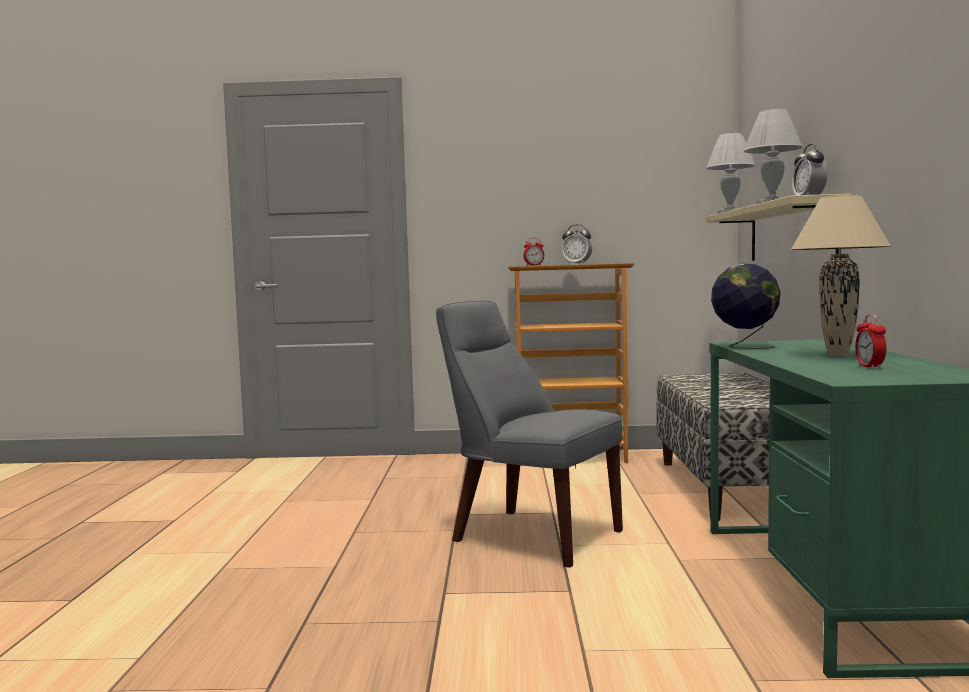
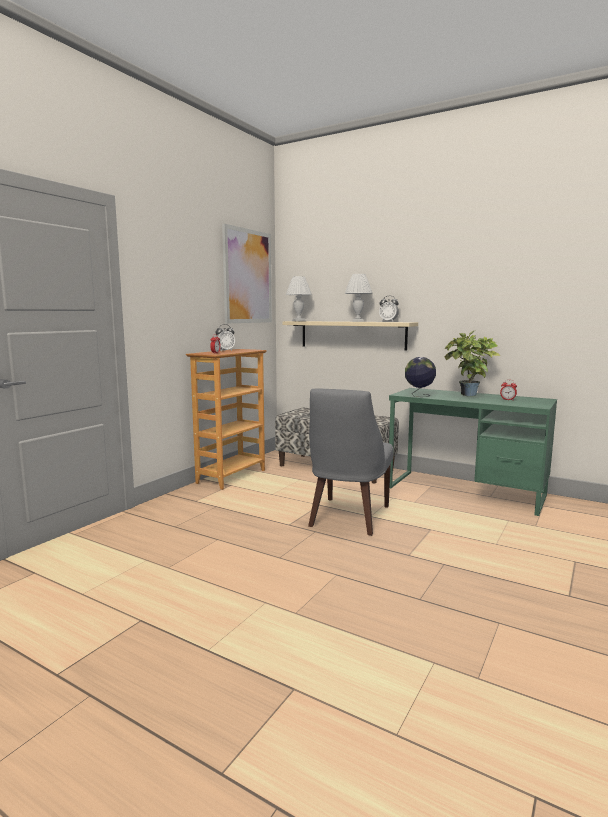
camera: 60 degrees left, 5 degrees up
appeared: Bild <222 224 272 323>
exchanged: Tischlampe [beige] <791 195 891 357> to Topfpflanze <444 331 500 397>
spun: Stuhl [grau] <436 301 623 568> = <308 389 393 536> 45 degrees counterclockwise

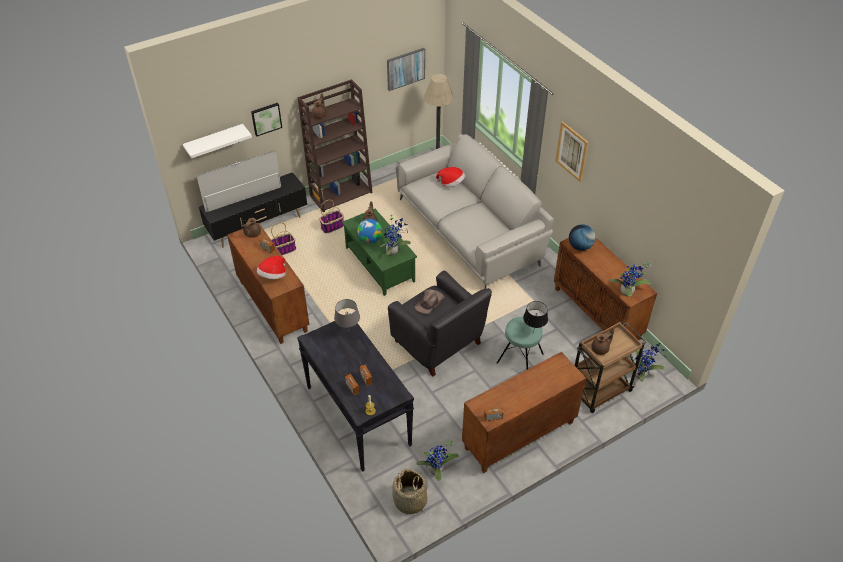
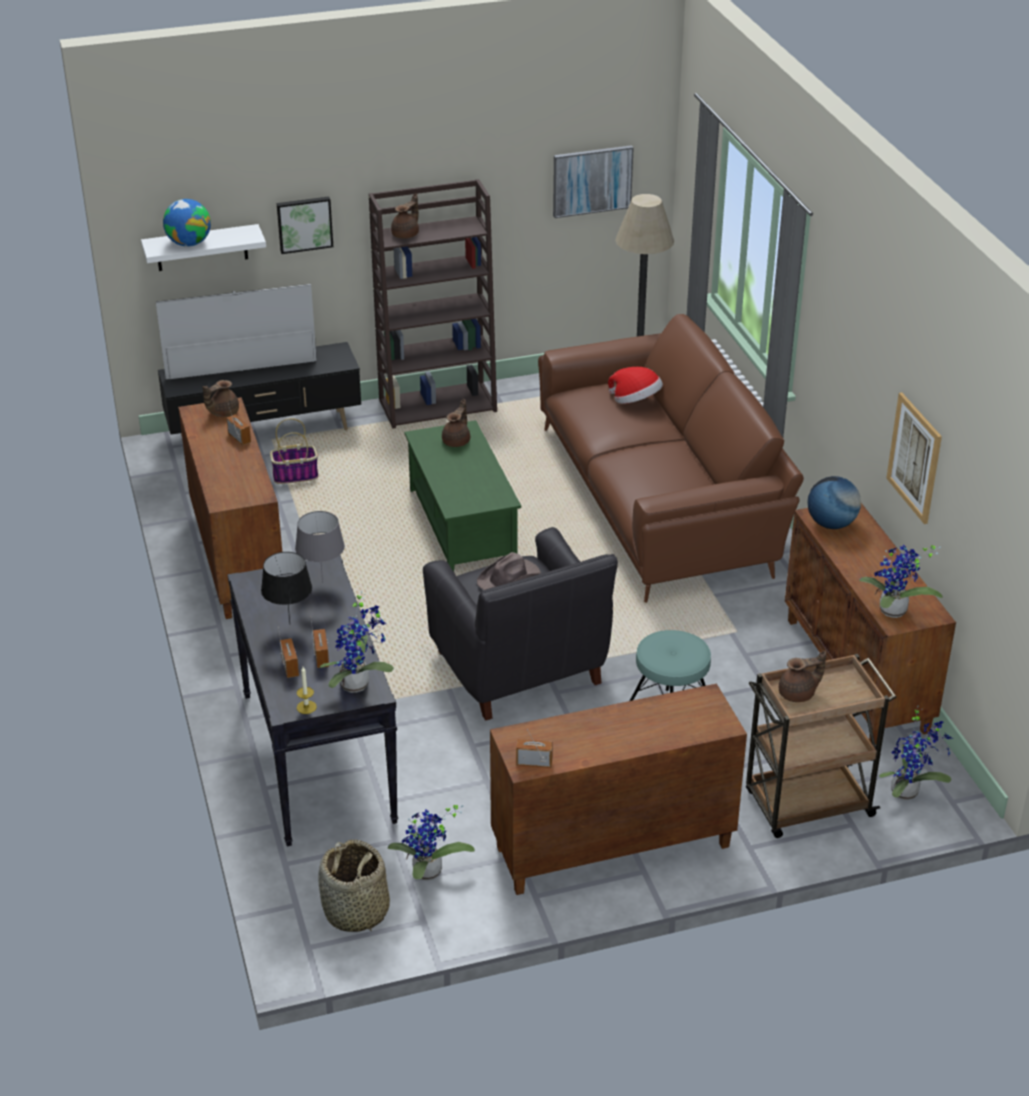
camera: 15 degrees right, 10 degrees down
missing: Hut <257 256 286 279>; Korb <319 200 344 234>
relocated: Globus <357 219 382 244> to <163 199 211 247>; Topfpflanze <380 213 411 255> to <320 591 394 693>; Tischlampe [schwarz] <523 301 548 333> to <261 552 312 623>; Bild <556 121 589 182> to <886 392 942 524>
colour: Sofa [grau] <396 134 554 289> to Sofa [braun] <538 314 804 603>

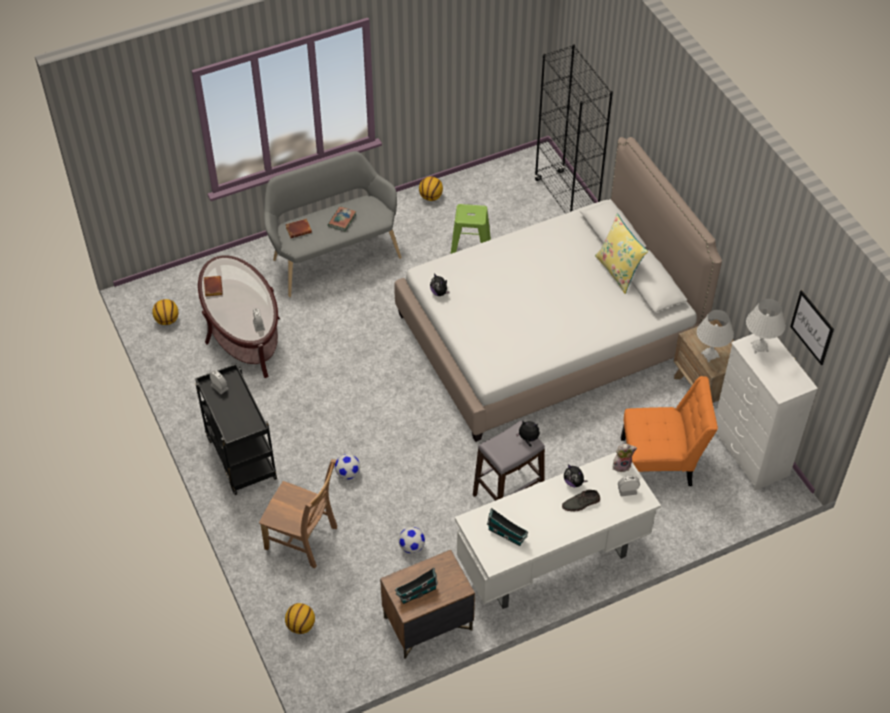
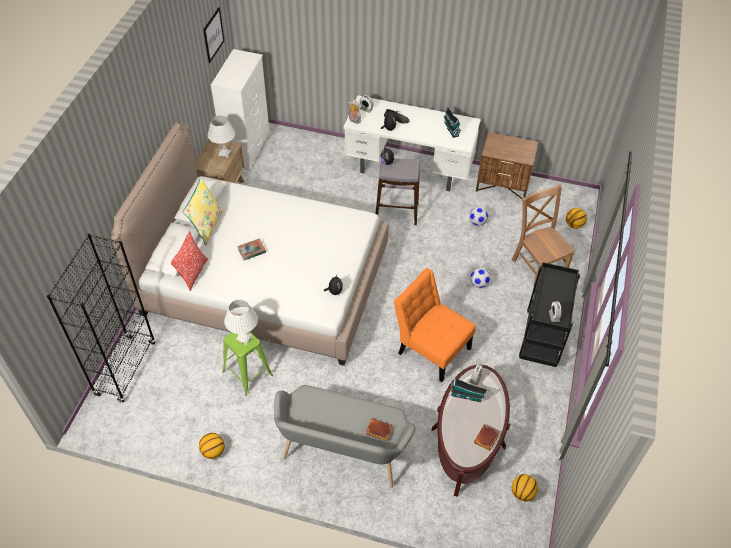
camera: 140 degrees left, 0 degrees up
appeared: Kissen <171 231 208 291>
relocated: Buch <328 206 357 231> to <237 239 266 260>; Spielzeughaus <395 568 438 604> to <451 378 489 402>; Stuhl [orange] <621 376 718 486> to <394 268 476 382>; Tischlampe [weiß] <746 299 786 354> to <224 300 258 345>

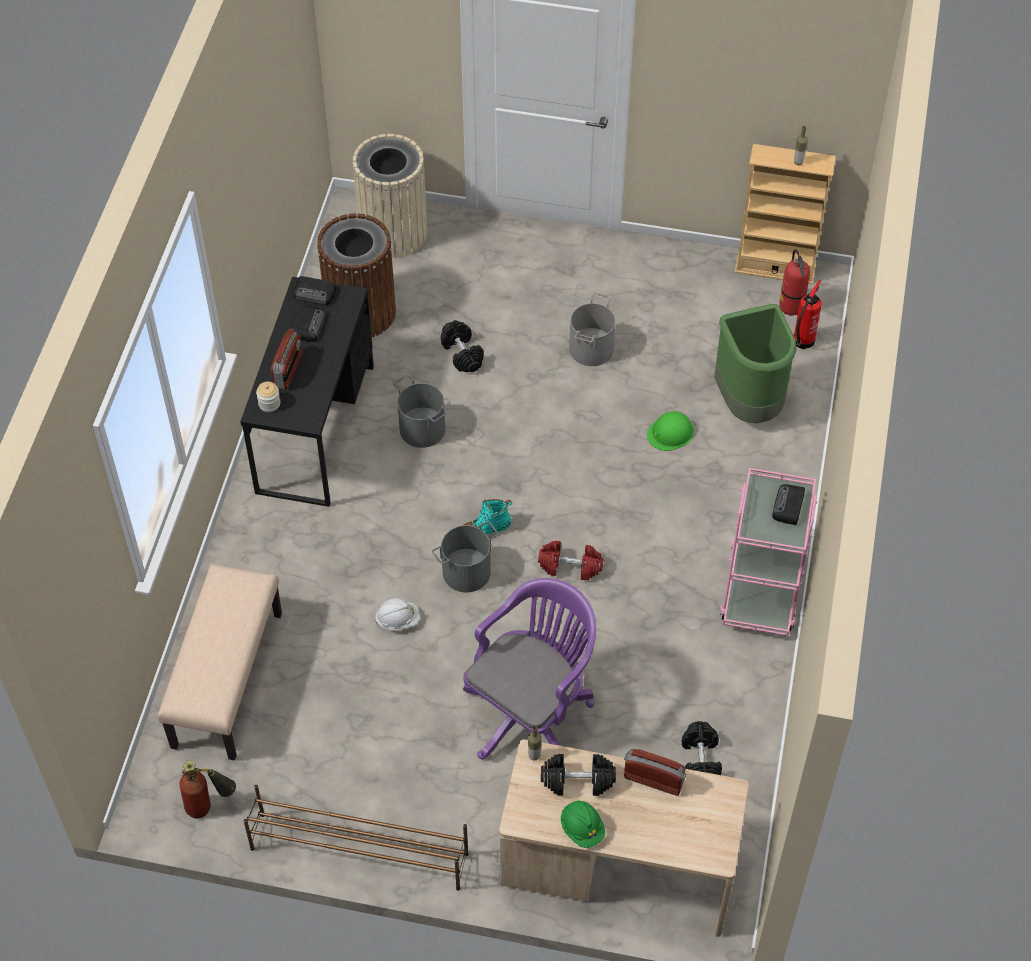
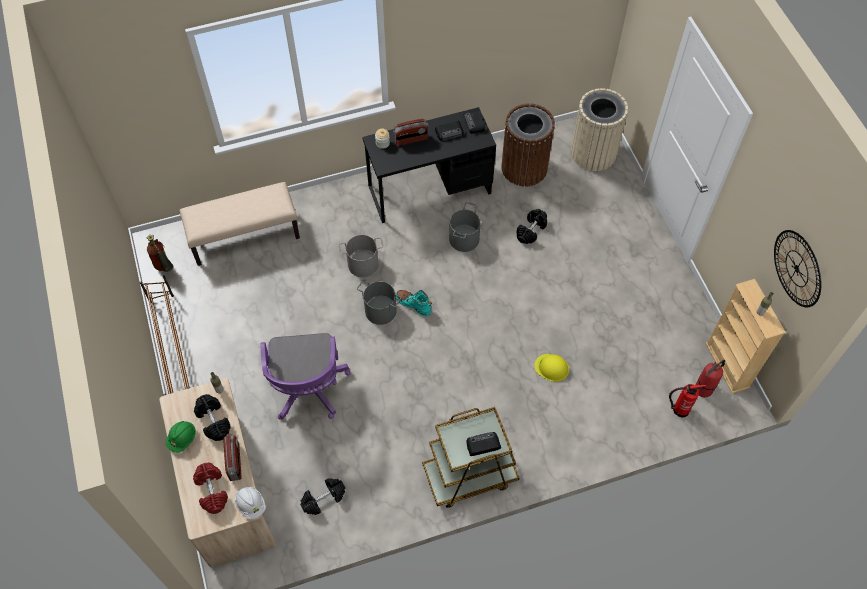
camera: 60 degrees right, 5 degrees up
missing: Mülleimer [grün] <714 304 797 423>
appeared: Wanduhr <774 230 821 307>
relocated: Schutzhelm [weiß] <375 598 419 630> to <235 487 266 519>; Hantel [rot] <538 540 603 580> to <193 463 228 514>; Eimer [grau] <569 293 616 366> to <339 235 383 277>
colour: Schutzhelm [grün] <647 411 694 451> to Schutzhelm [gelb] <535 354 569 382>; Rollwagen [rosa] <720 468 818 636> to Rollwagen [braun] <422 407 519 508>
spun: Bürostuhl [lila] <463 578 596 759> = <261 333 350 420> 75 degrees clockwise

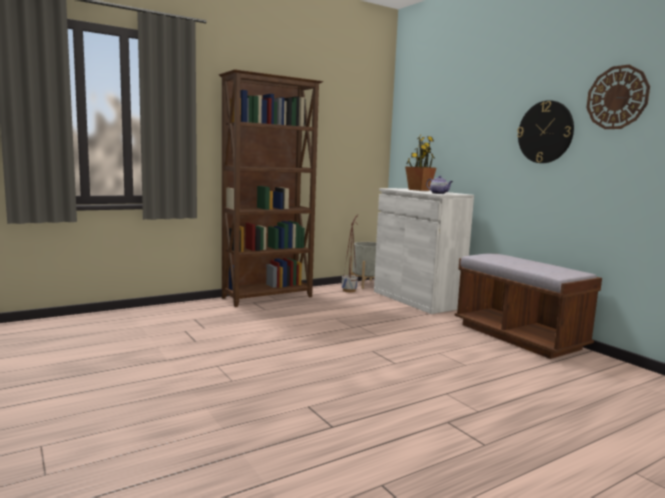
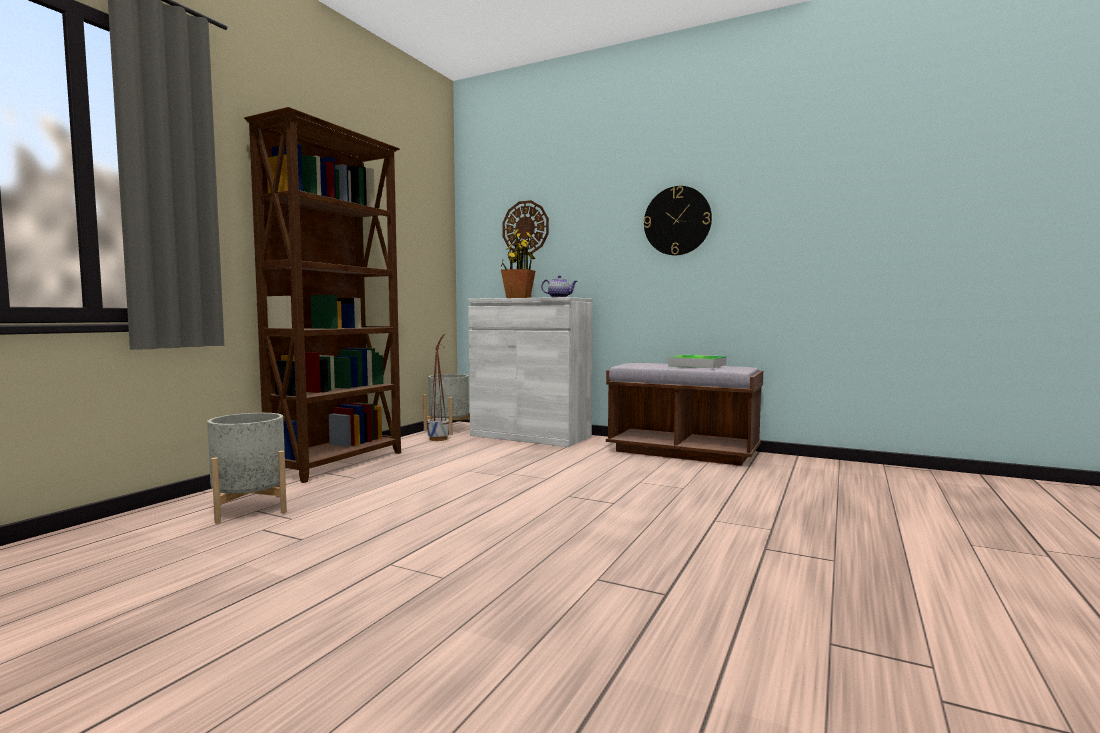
camera: 30 degrees left, 5 degrees down
appeared: Pflanzkübel [grau] <207 413 287 523>; Tablett <668 355 726 368>
relocated: Wanduhr <586 65 650 129> to <502 200 549 255>

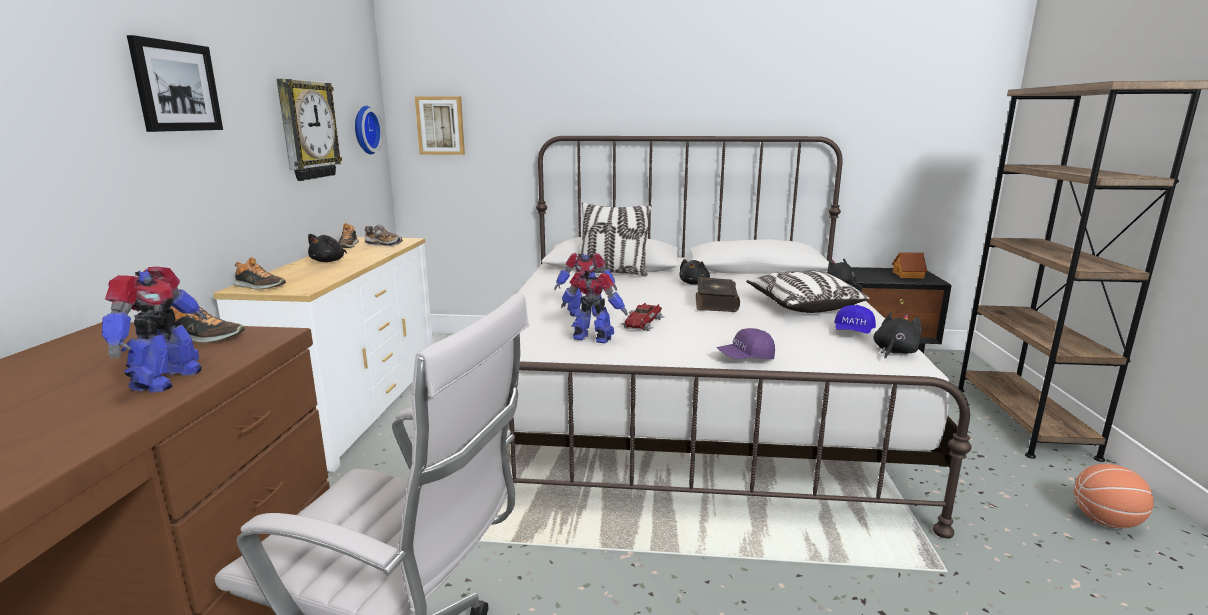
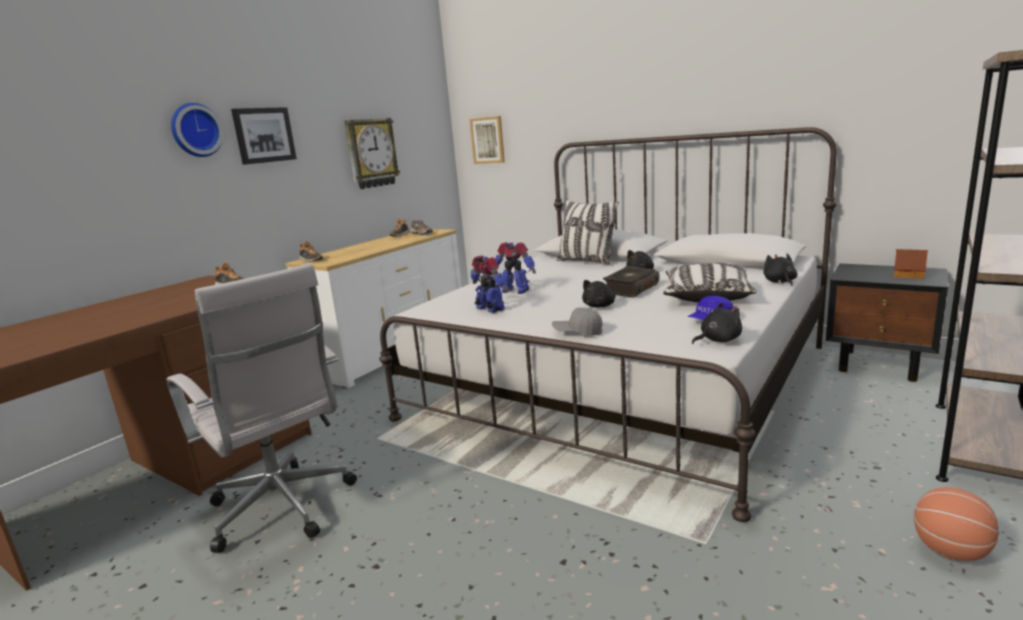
camera: 30 degrees right, 0 degrees up
missing: Spielzeugroboter <102 267 208 393>; Spielzeugauto <620 303 665 331>
relocated: Plüschtier [schwarz] <308 234 347 262> to <582 280 616 308>; Wanduhr <355 106 383 154> to <171 103 223 157>
colour: Kappe [lila] <716 328 775 359> to Kappe [grau] <552 308 603 335>

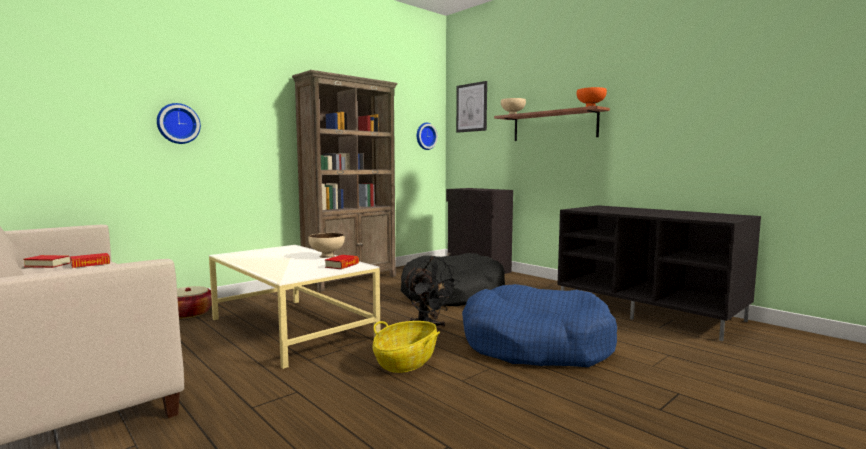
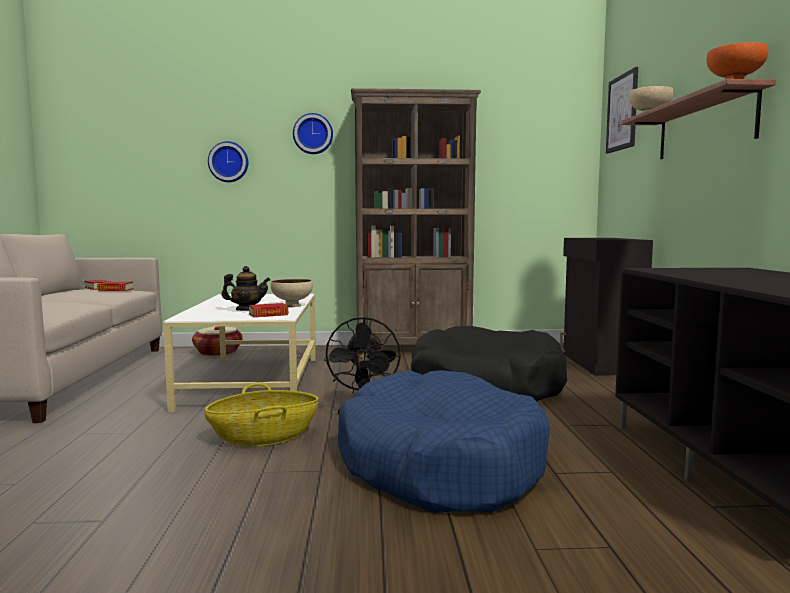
camera: 40 degrees right, 0 degrees up
appeared: Teekanne <222 266 270 311>
relocated: Wanduhr <417 123 438 150> to <293 113 333 154>

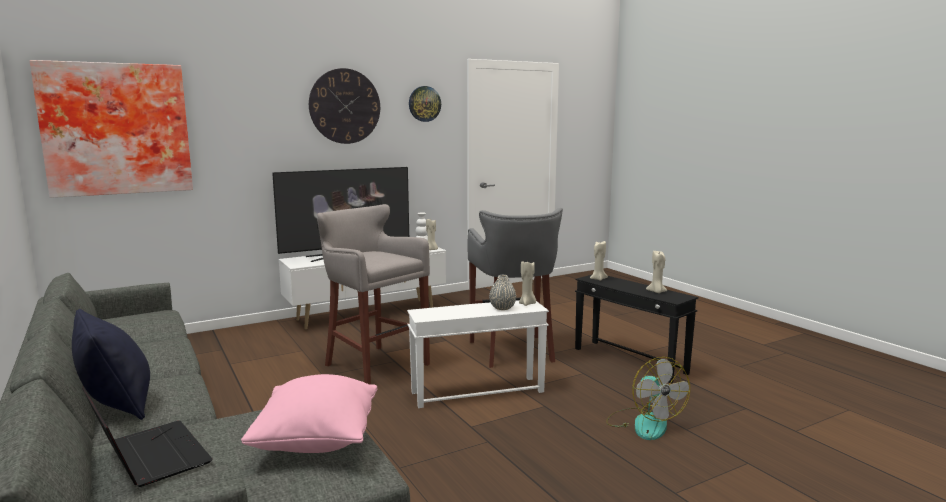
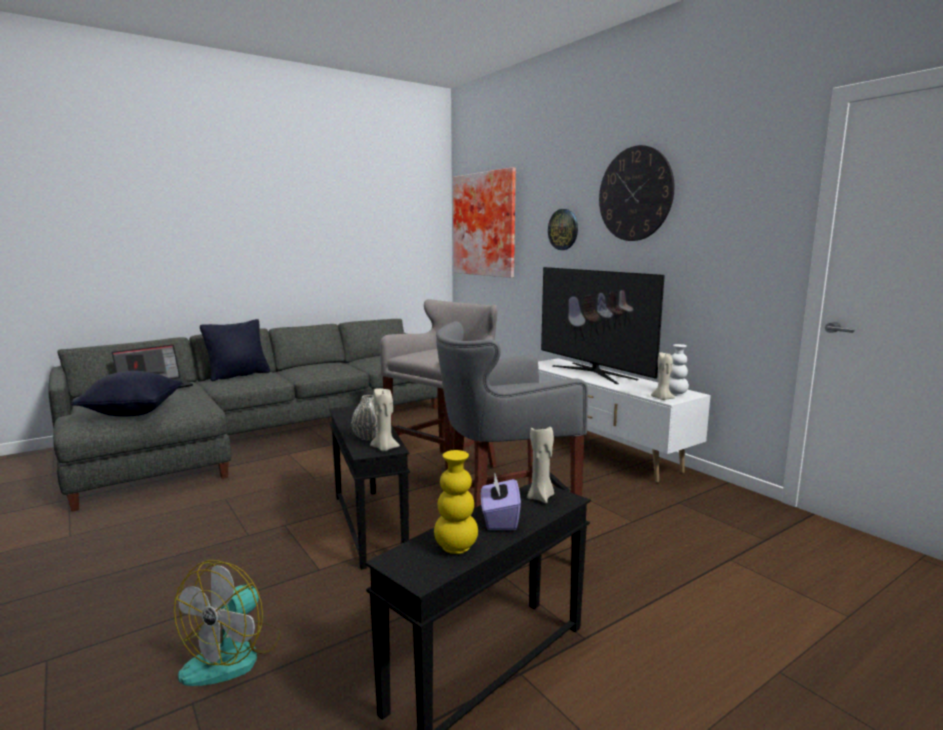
camera: 85 degrees right, 0 degrees up
appeared: Taschentuchbox [lila] <481 474 521 530>
relocated: Wanduhr <409 86 441 122> to <548 209 578 250>
exchanged: Kerze [beige] <646 250 667 293> to Vase [gelb] <434 450 478 554>
colour: Kissen [rosa] <241 374 378 453> to Kissen [schwarz] <71 371 182 417>; Beistelltisch [weiß] <407 300 549 408> to Beistelltisch [schwarz] <329 406 410 570>
spun: Ventilator <606 357 690 440> = <174 560 281 686> 45 degrees counterclockwise

